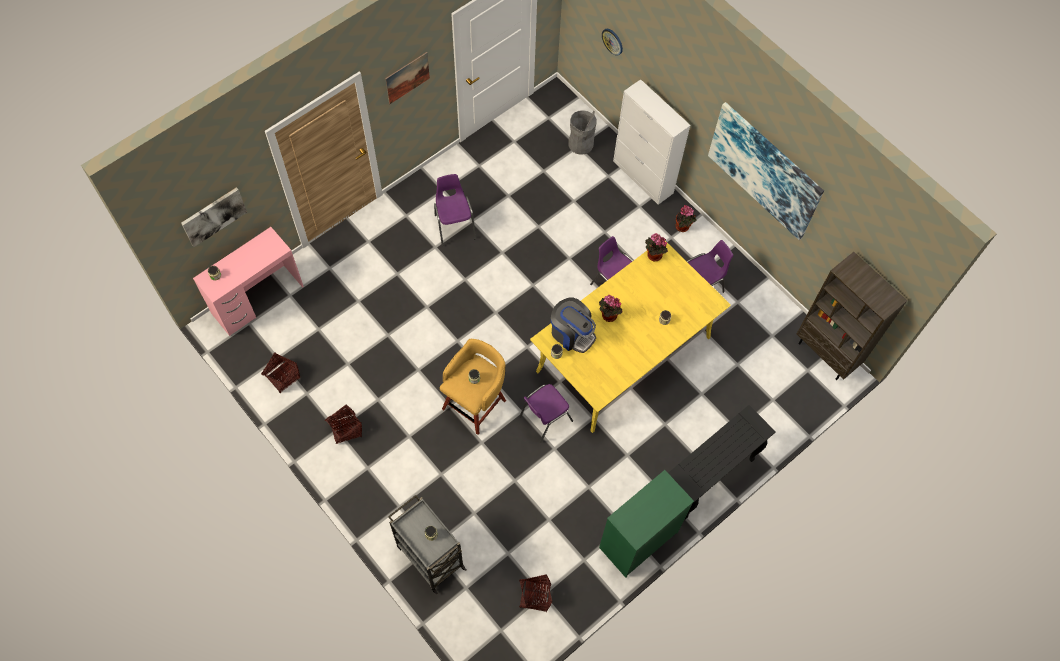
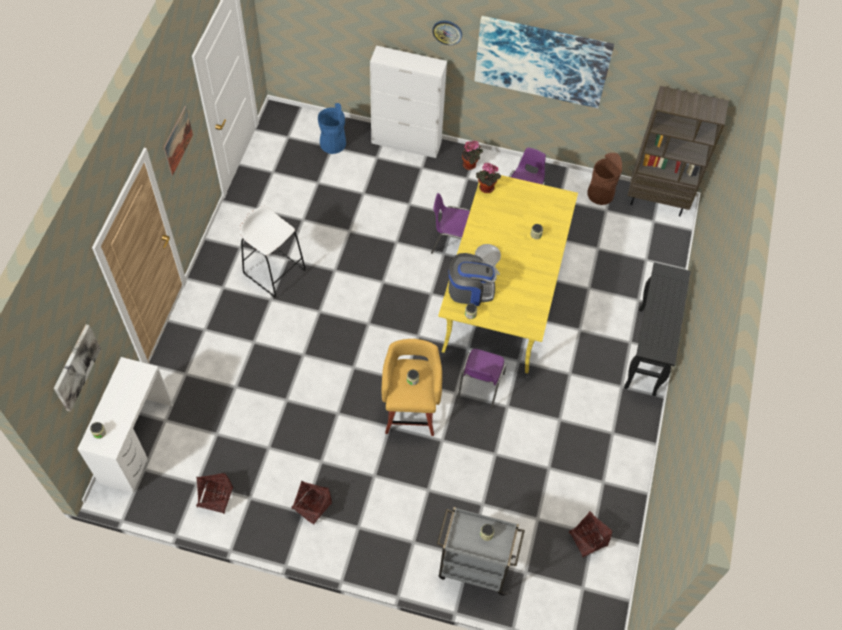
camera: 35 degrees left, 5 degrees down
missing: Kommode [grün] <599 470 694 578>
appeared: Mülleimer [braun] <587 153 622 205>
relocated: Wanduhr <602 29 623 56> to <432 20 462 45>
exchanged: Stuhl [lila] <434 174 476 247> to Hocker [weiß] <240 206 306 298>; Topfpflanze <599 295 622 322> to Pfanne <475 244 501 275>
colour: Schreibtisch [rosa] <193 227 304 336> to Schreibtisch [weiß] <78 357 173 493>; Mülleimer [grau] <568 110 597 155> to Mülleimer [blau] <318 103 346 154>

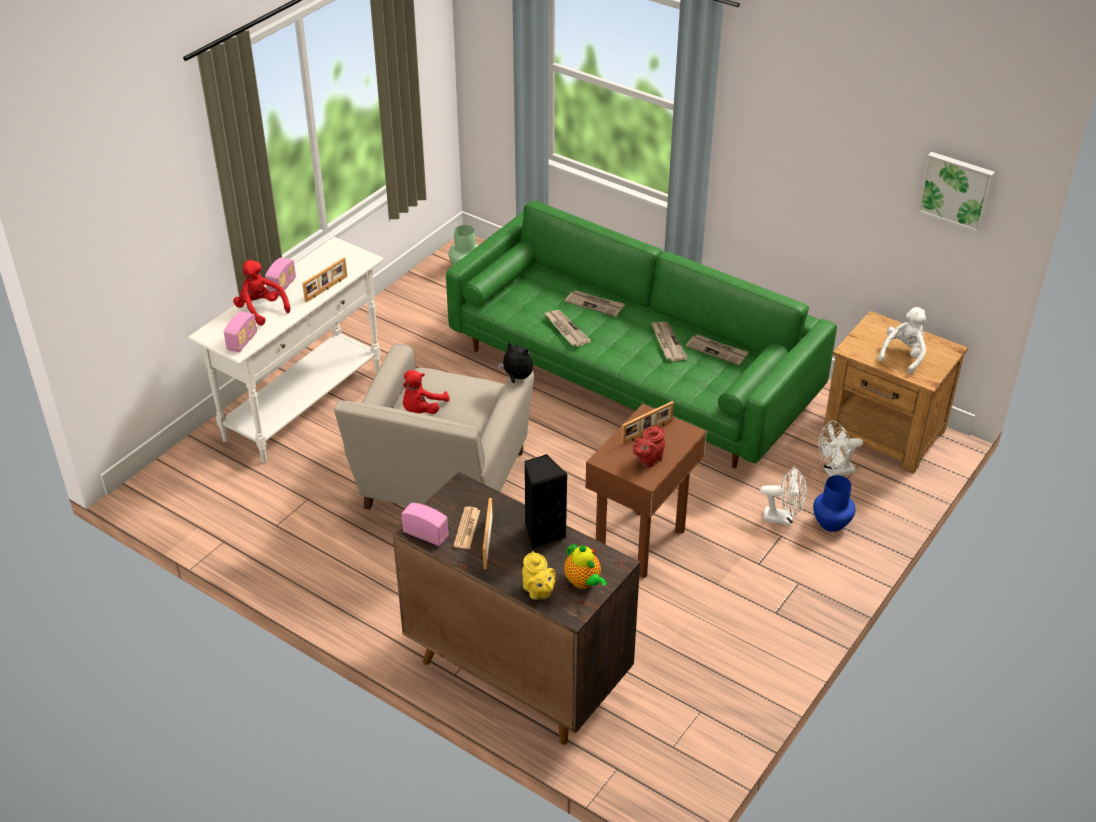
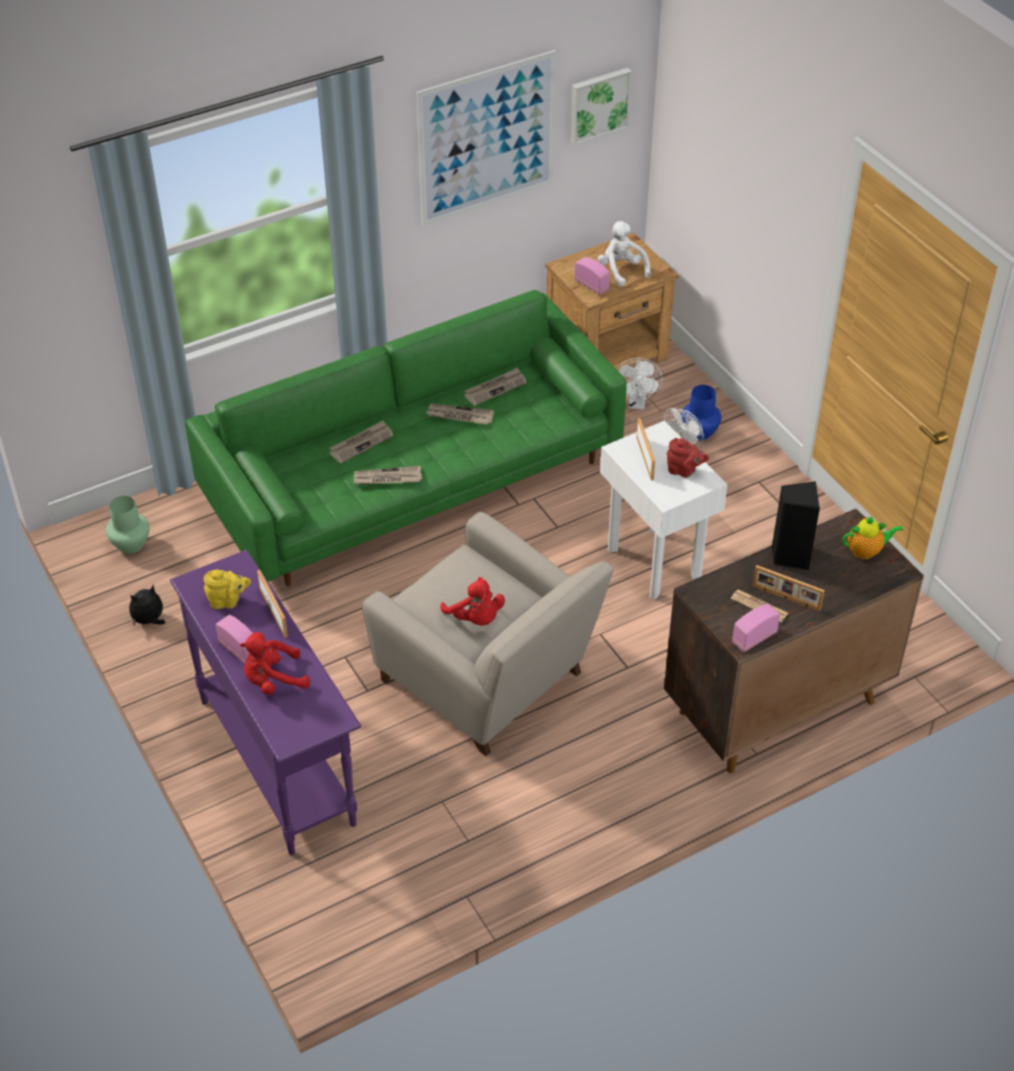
camera: 65 degrees left, 5 degrees up
appeared: Bild <416 50 556 226>
relocated: Radio <224 311 257 352> to <574 257 610 295>; Plüschtier <498 341 533 383> to <129 585 165 627>; Teekanne [gelb] <522 551 556 600> to <204 570 251 609>
colour: Konsolentisch [weiß] <188 237 384 463> to Konsolentisch [lila] <170 550 362 855>; Beistelltisch [braun] <586 404 707 578> to Beistelltisch [weiß] <600 421 728 599>
spun: Teekanne [rot] <633 425 665 468> = <667 438 709 478> 45 degrees counterclockwise

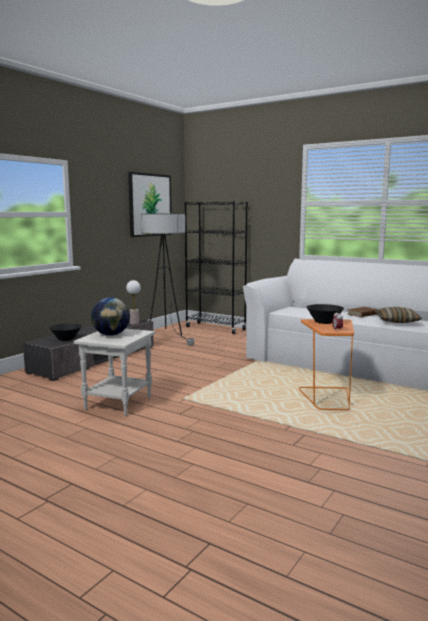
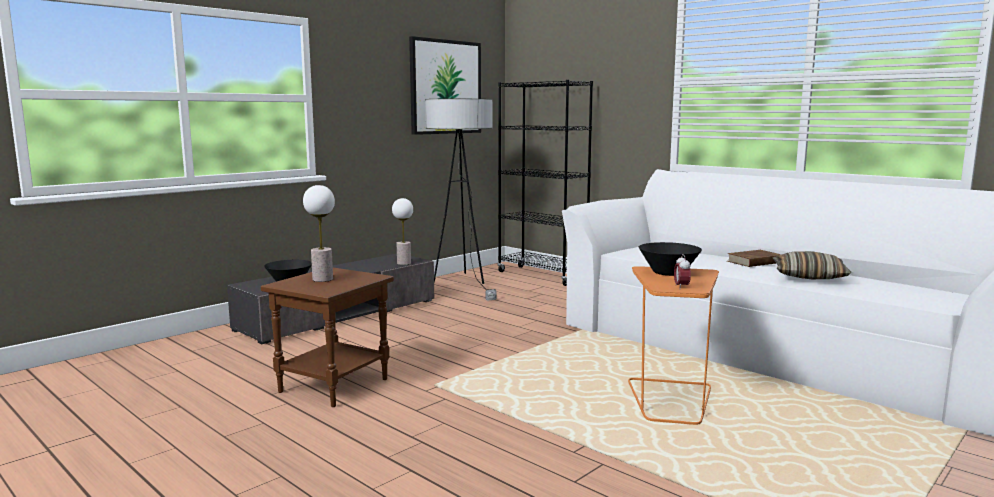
camera: 10 degrees right, 0 degrees up
exchanged: Globus <91 297 130 336> to Tischlampe <303 185 335 282>
colour: Beistelltisch [weiß] <74 329 155 416> to Beistelltisch [braun] <261 268 394 407>

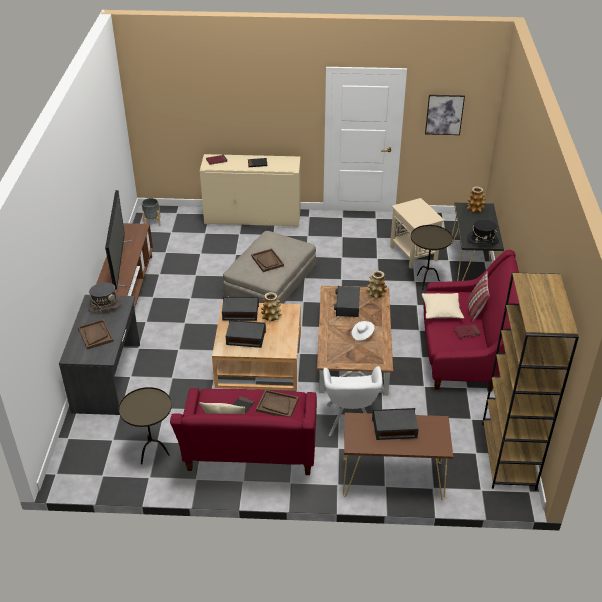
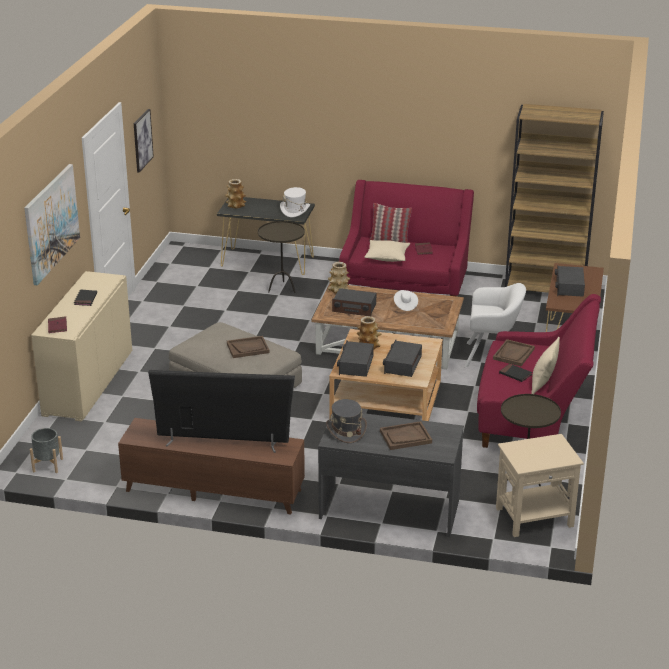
camera: 80 degrees left, 10 degrees down
appeared: Bild <24 164 80 285>
relocated: Beistelltisch [beige] <390 198 445 269> to <496 434 584 537>
colour: Hut [schwarz] <467 220 499 244> to Hut [weiß] <280 187 310 217>

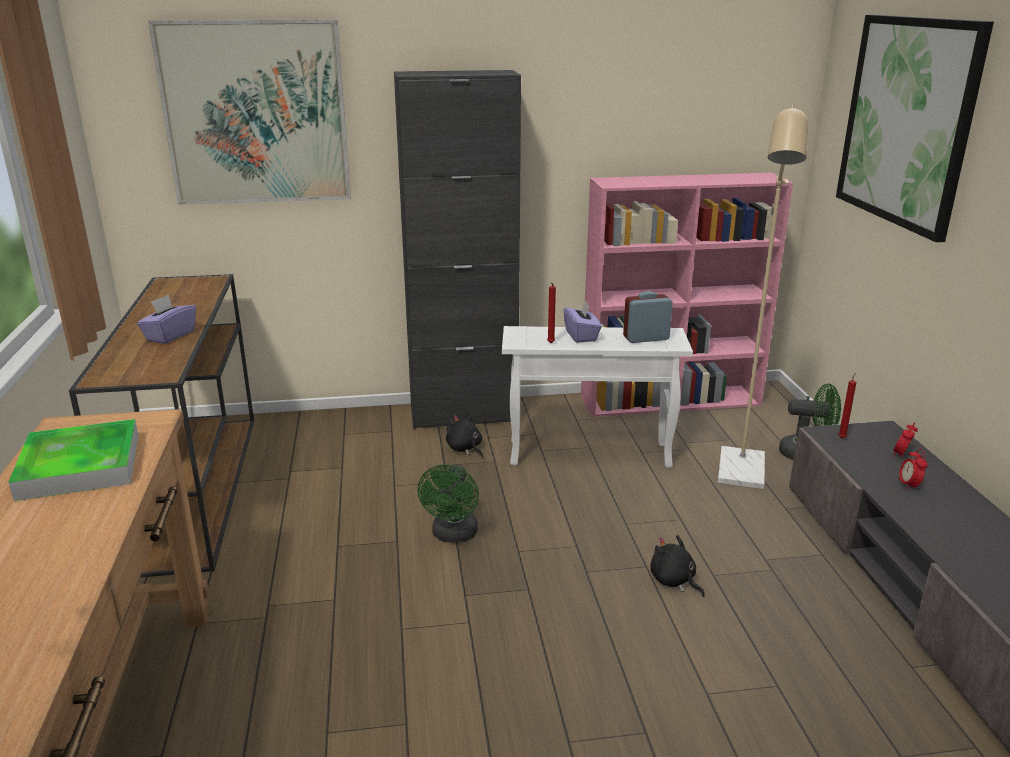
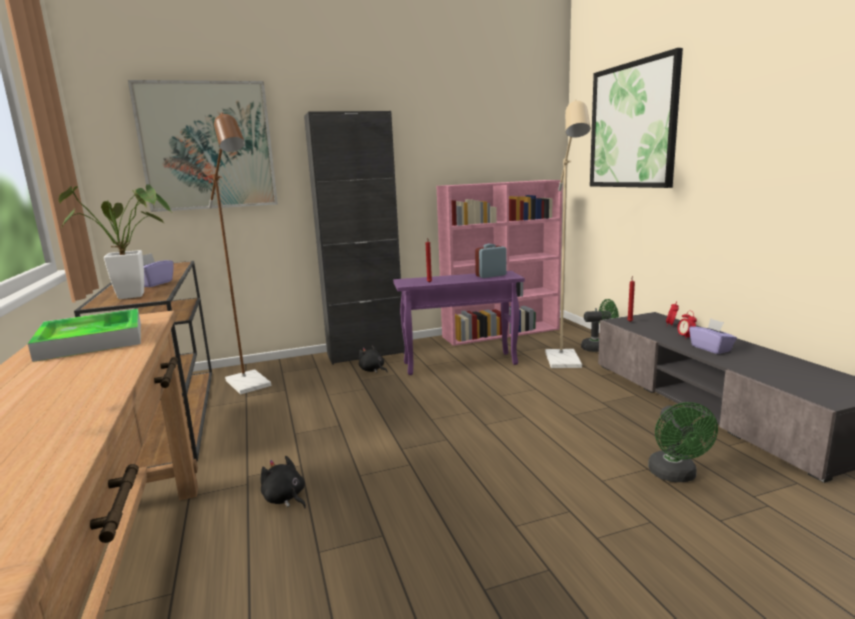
camera: 10 degrees left, 10 degrees down
appeared: Topfpflanze <58 184 171 299>; Stehlampe [braun] <209 113 271 395>
relocated: Ventilator [grün] <417 464 479 543> to <648 402 718 482>; Taschentuchbox [lila] <564 300 601 343> to <689 318 737 354>; Plüschtier [schwarz] <650 535 705 597> to <260 456 306 508>
colour: Beistelltisch [weiß] <502 326 693 468> to Beistelltisch [lila] <393 271 525 375>

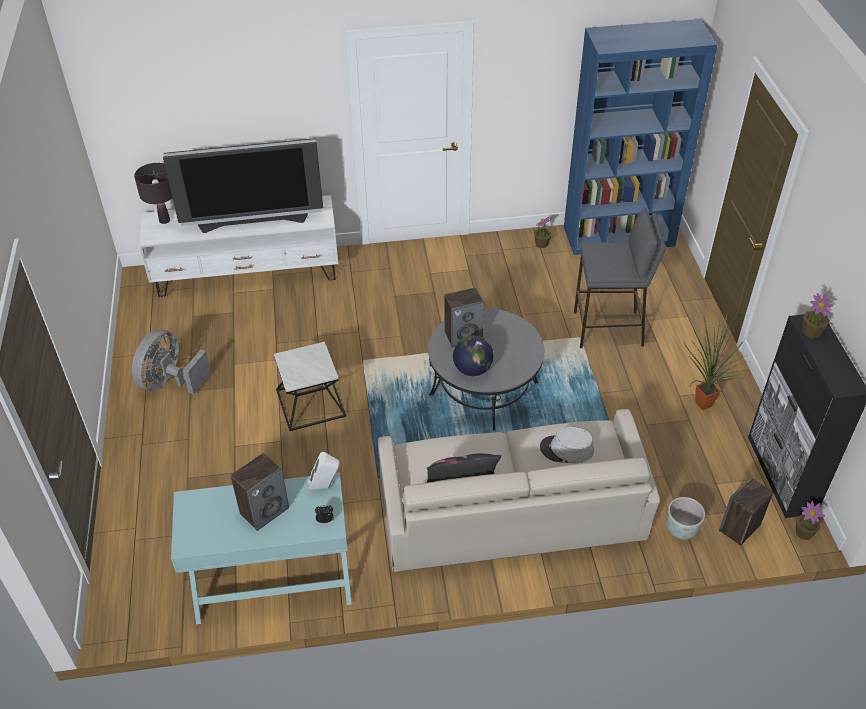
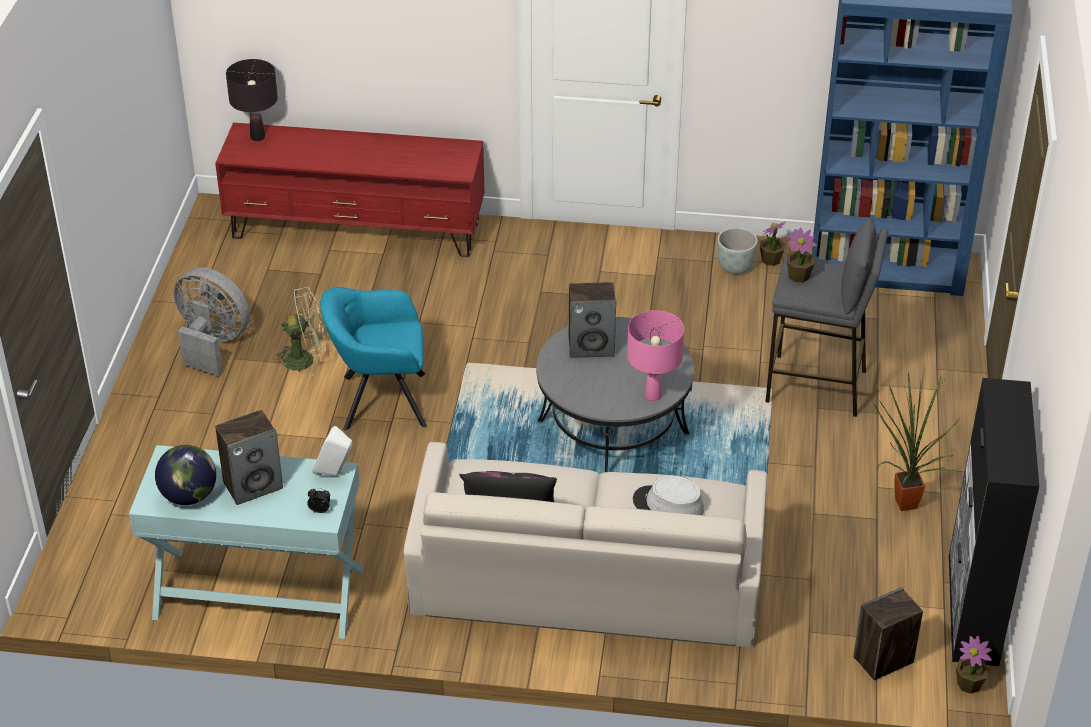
camera: 15 degrees right, 5 degrees down
missing: Fernseher <163 138 323 233>
appeared: Ventilator [grün] <273 287 326 377>; Tischlampe [rosa] <627 310 684 401>
relocated: Globus <453 336 494 376> to <155 445 216 505>; Pflanzkübel [grau] <667 497 705 540> to <718 228 757 274>; Topfpflanze <802 293 833 338> to <787 228 817 283>
exchanged: Beistelltisch <274 342 346 431> to Sessel [türkis] <320 287 427 431>
colour: Fernsehschrank [weiß] <139 195 338 297> to Fernsehschrank [rot] <215 123 484 257>
spun: Ventilator [grau] <132 329 211 394> = <174 267 250 376> 75 degrees clockwise

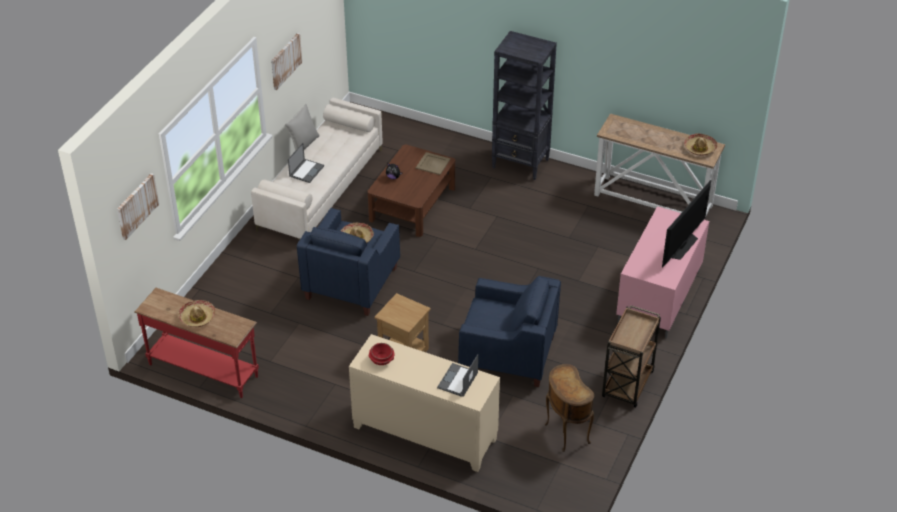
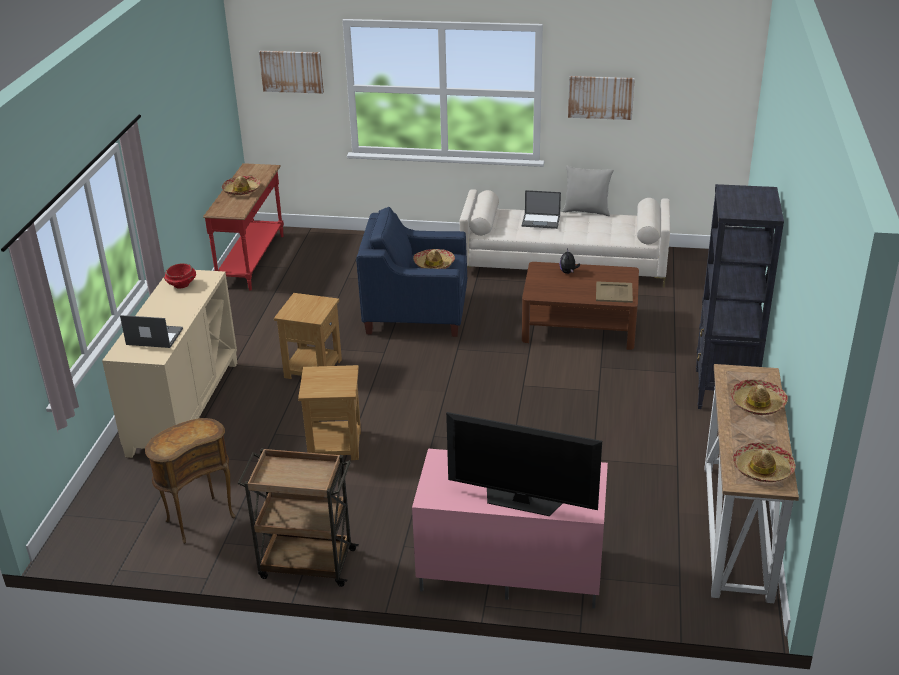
camera: 75 degrees right, 10 degrees down
appeared: Hut <730 379 788 415>
exchanged: Sessel [blau] <458 276 561 387> to Beistelltisch [braun] <298 365 361 460>

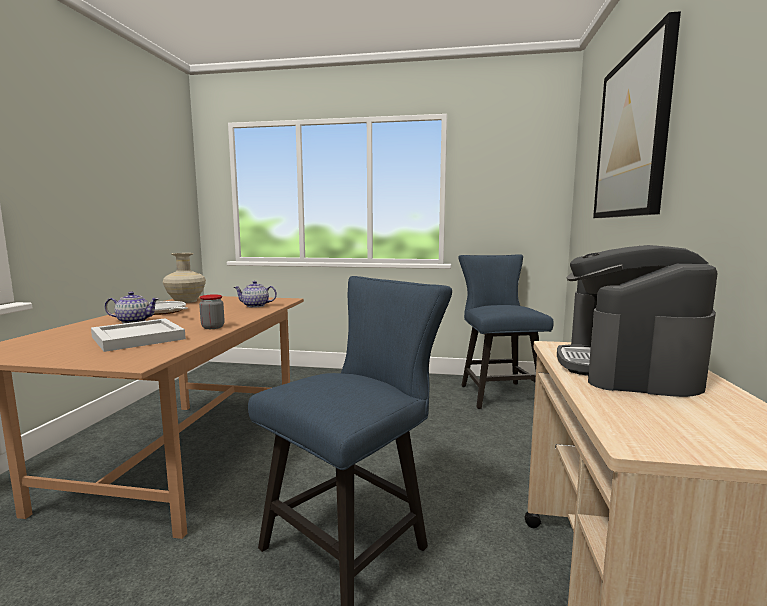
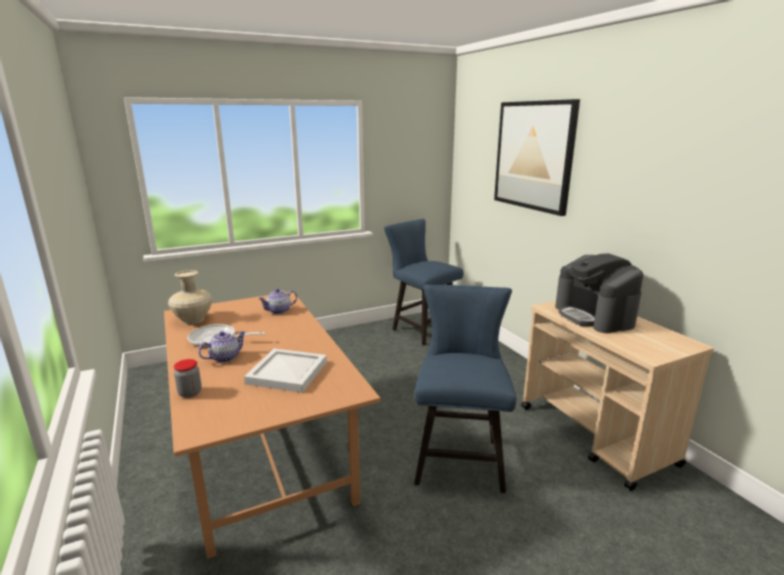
camera: 35 degrees left, 10 degrees up
relocated: Vorratsglas <199 294 225 329> to <174 359 202 398>

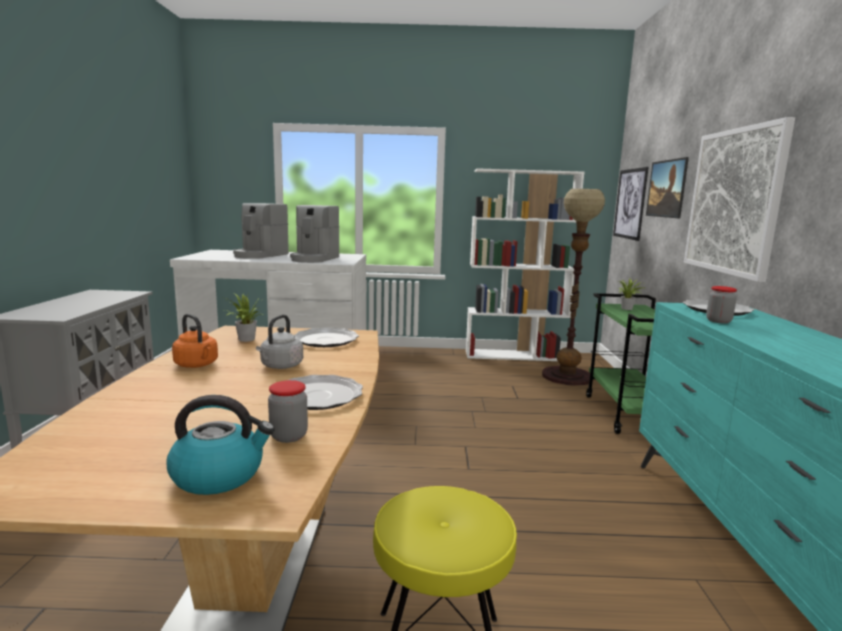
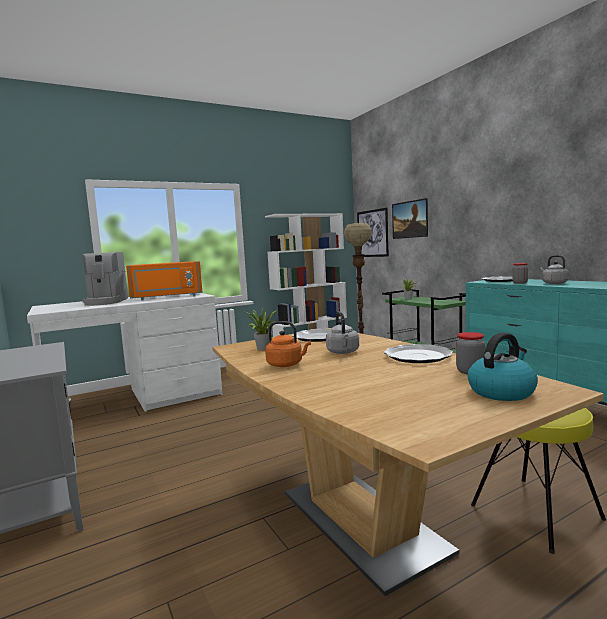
camera: 30 degrees left, 5 degrees down
missing: Bild <684 117 795 282>
appeared: Wasserkessel [grau] <540 255 569 284>
exchanged: Kaffeemaschine <290 205 339 263> to Mikrowelle [orange] <126 261 203 300>

